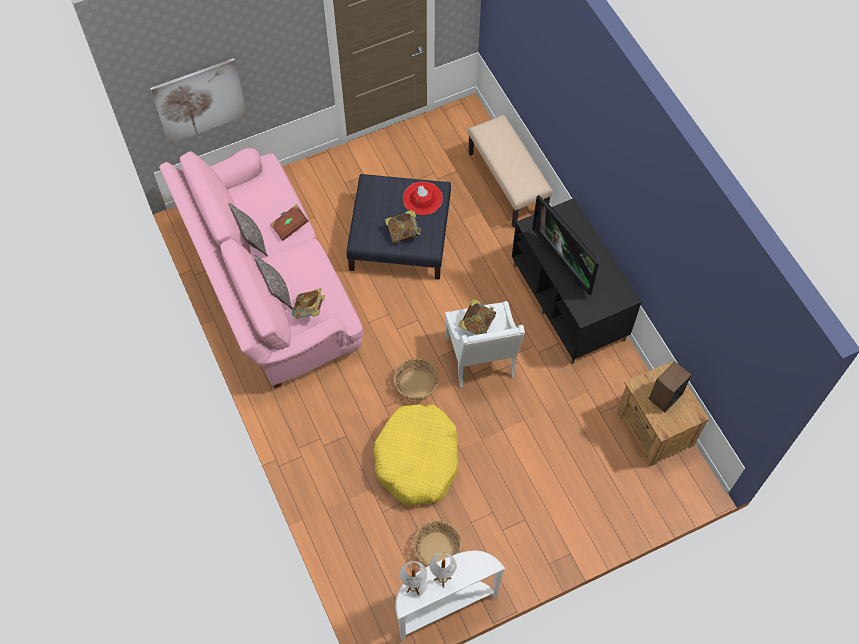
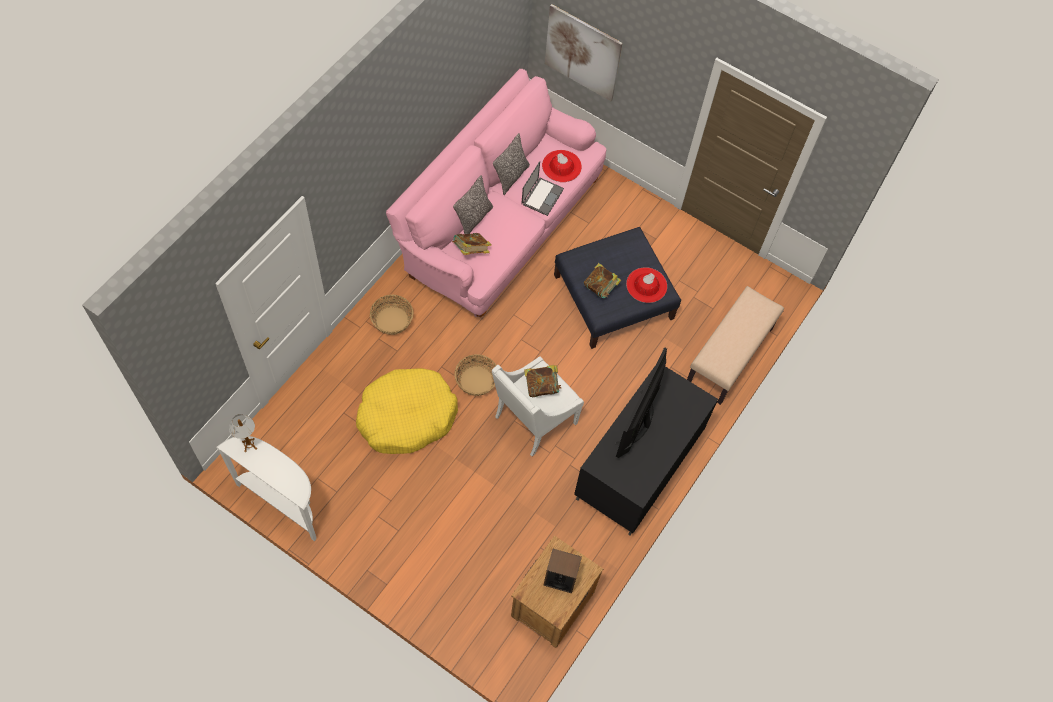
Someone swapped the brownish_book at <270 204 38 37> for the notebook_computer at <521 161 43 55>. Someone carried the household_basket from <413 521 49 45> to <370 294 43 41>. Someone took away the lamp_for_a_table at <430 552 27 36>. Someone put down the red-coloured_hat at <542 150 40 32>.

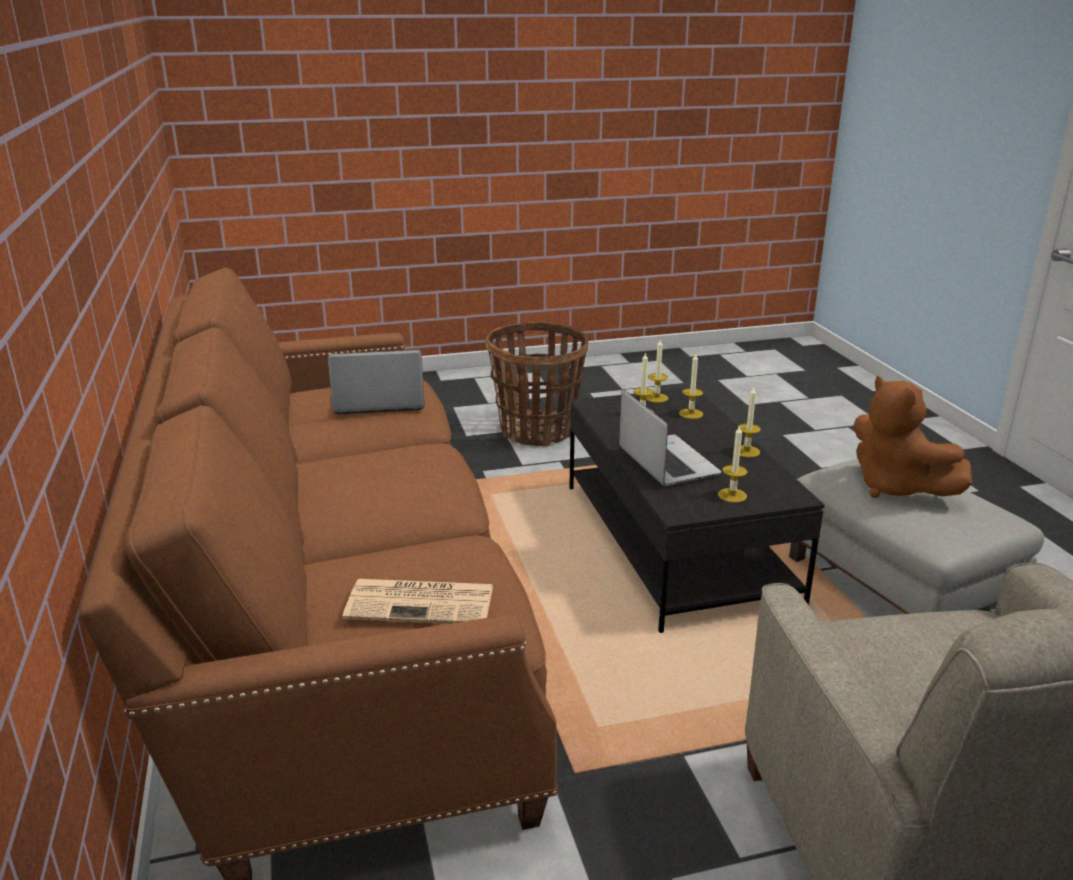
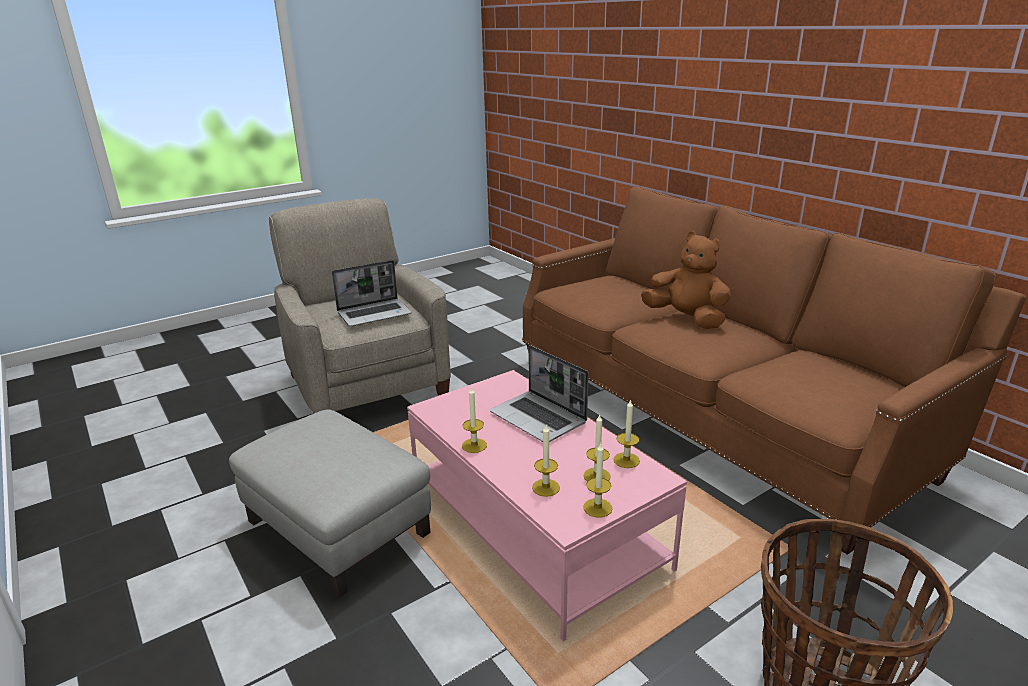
Someone carried the notebook_computer from <327 350 98 64> to <332 260 80 66>. Someone took away the daily_paper at <342 579 151 45>. Someone repainted the black_lounge_table at <569 388 256 245>, which became the pink-coloured_lounge_table at <407 370 280 271>. Someone carried the wax_light from <718 425 30 78> to <613 399 27 69>. Someone carried the brownish_soft_toy from <854 376 118 122> to <641 232 90 97>.

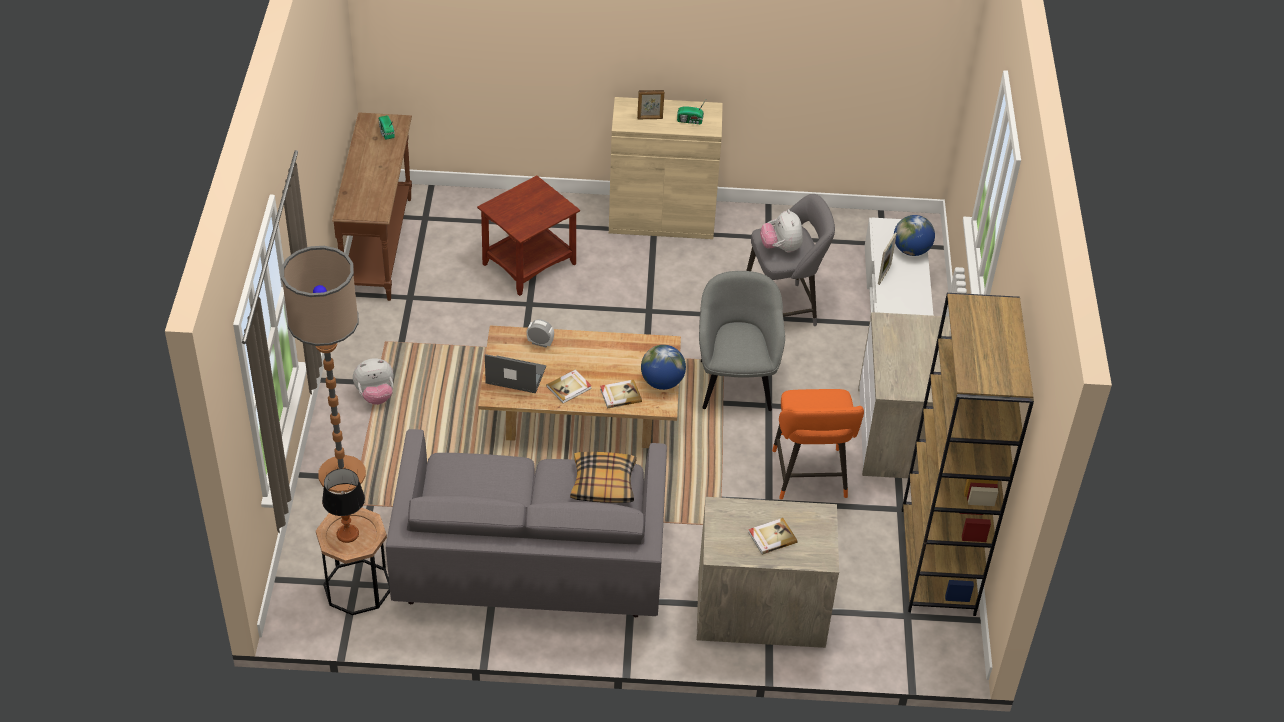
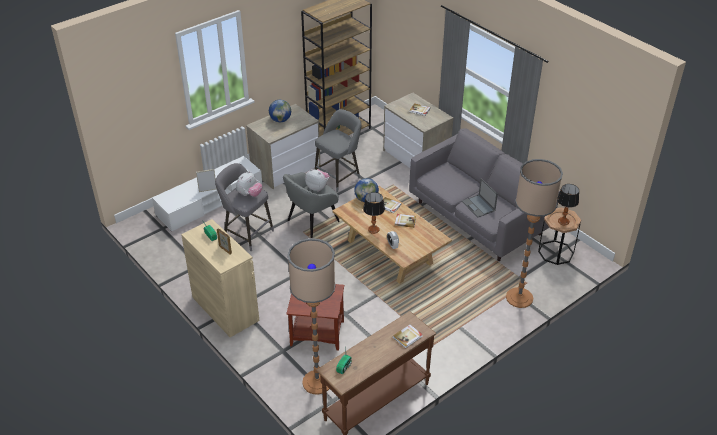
Someone carried the soft_toy from <353 358 40 47> to <305 169 24 23>. Someone carried the notebook_computer from <485 354 61 39> to <462 178 36 39>. Someone took away the cushion at <570 452 67 51>. Someone repainted the orange-coloured_stool at <772 389 92 111>, which became the grey_stool at <315 109 47 83>. Someone carried the desk_globe from <894 215 41 41> to <269 100 22 22>. Someone put down the standing_lamp at <287 238 49 157>. Someone put down the lamp_for_a_table at <363 192 22 42>. Someone put down the book at <392 324 31 24>.

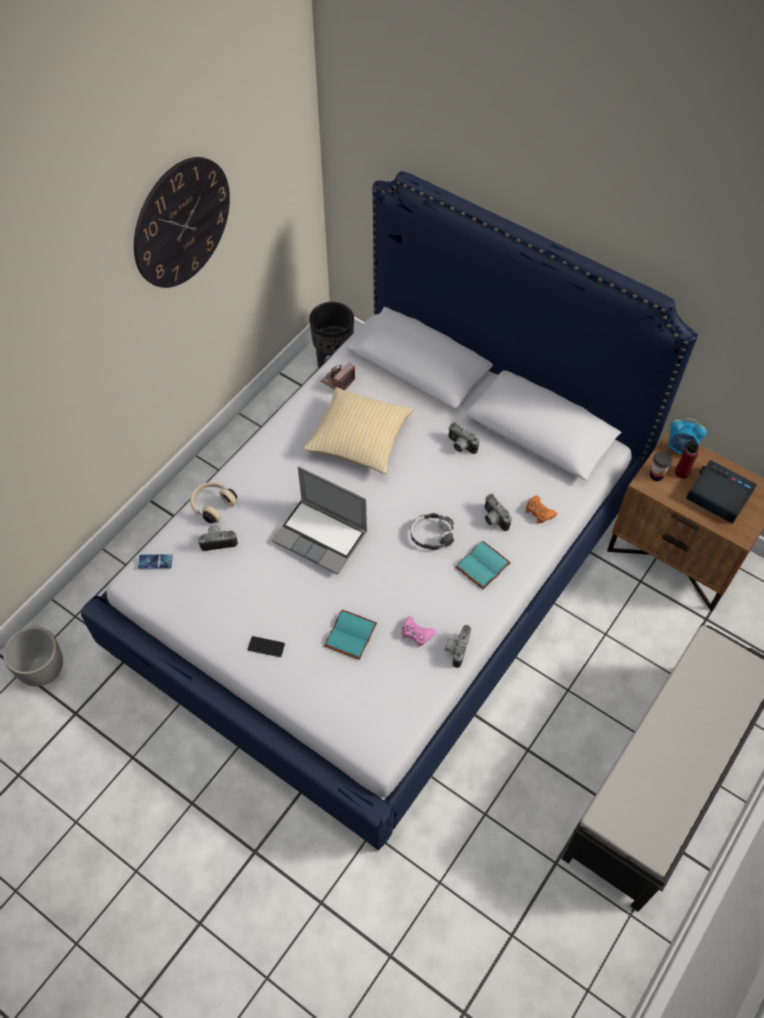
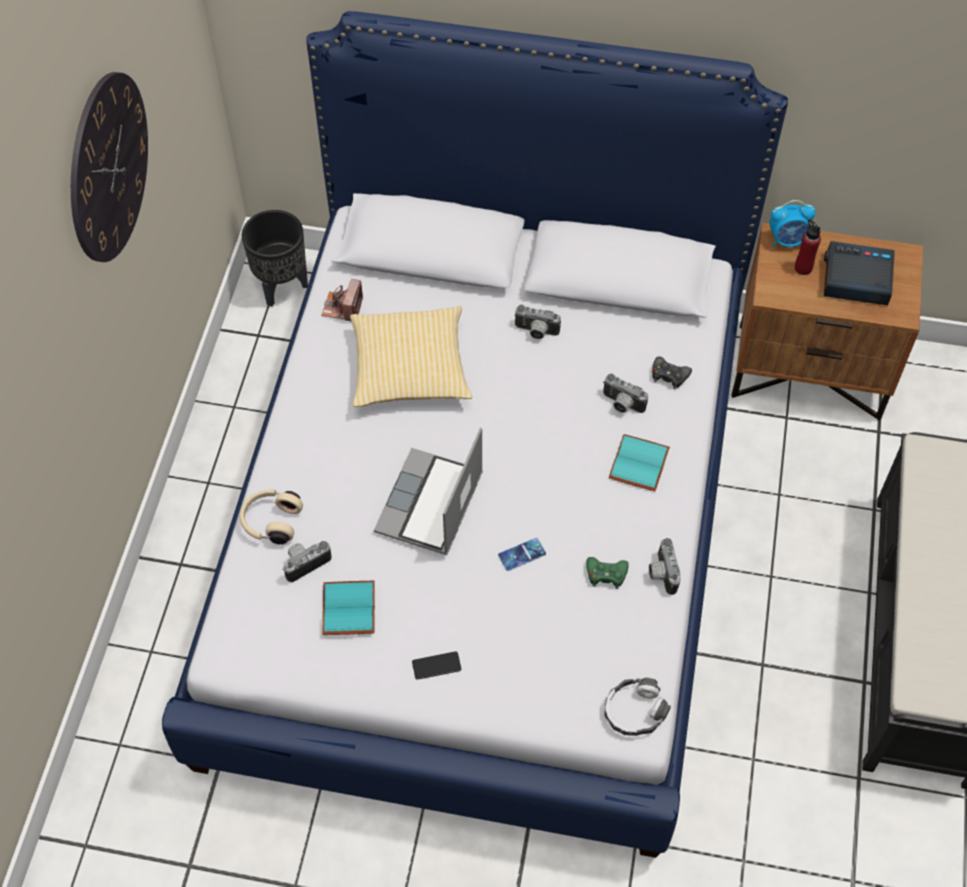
Someone took away the flower_pot at <3 626 60 60>. Someone carried the telephone from <138 554 35 15> to <498 538 48 33>. Someone rotated the notebook_computer at <272 466 96 109> by 105 degrees clockwise. Someone carried the turquoise_book from <324 610 53 50> to <322 581 53 54>. Someone repainted the pink-coloured_gamepad at <402 616 34 31>, which became the green_gamepad at <586 557 43 32>. Someone carried the pair_of_headphones from <410 513 44 37> to <604 677 67 59>. Someone repainted the orange-coloured_gamepad at <526 495 31 29>, which became the black_gamepad at <652 356 40 33>. Someone took away the drinking_cup at <650 452 22 29>.

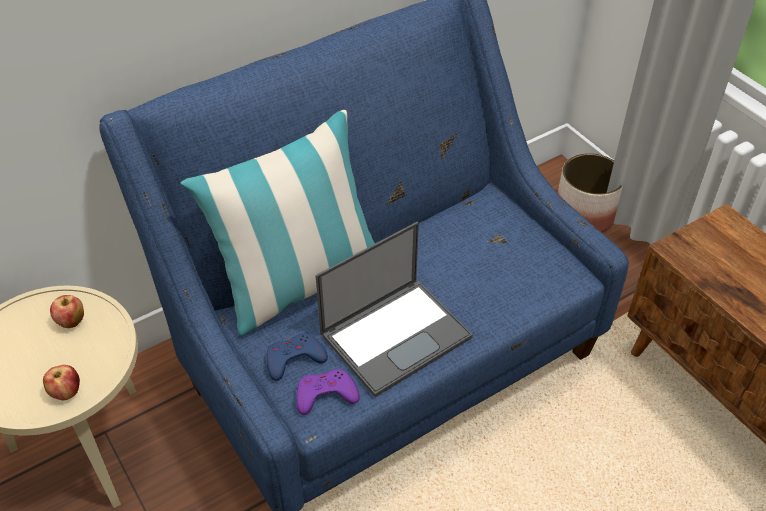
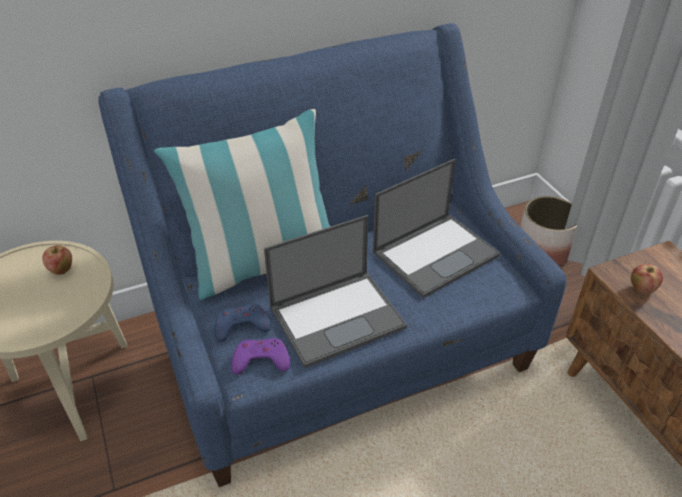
Someone carried the apple from <43 365 37 36> to <631 264 32 30>. Someone put down the notebook_computer at <373 159 127 139>.

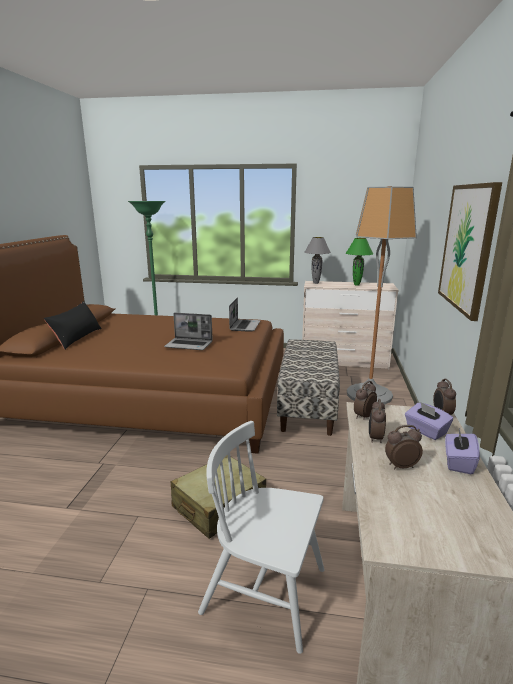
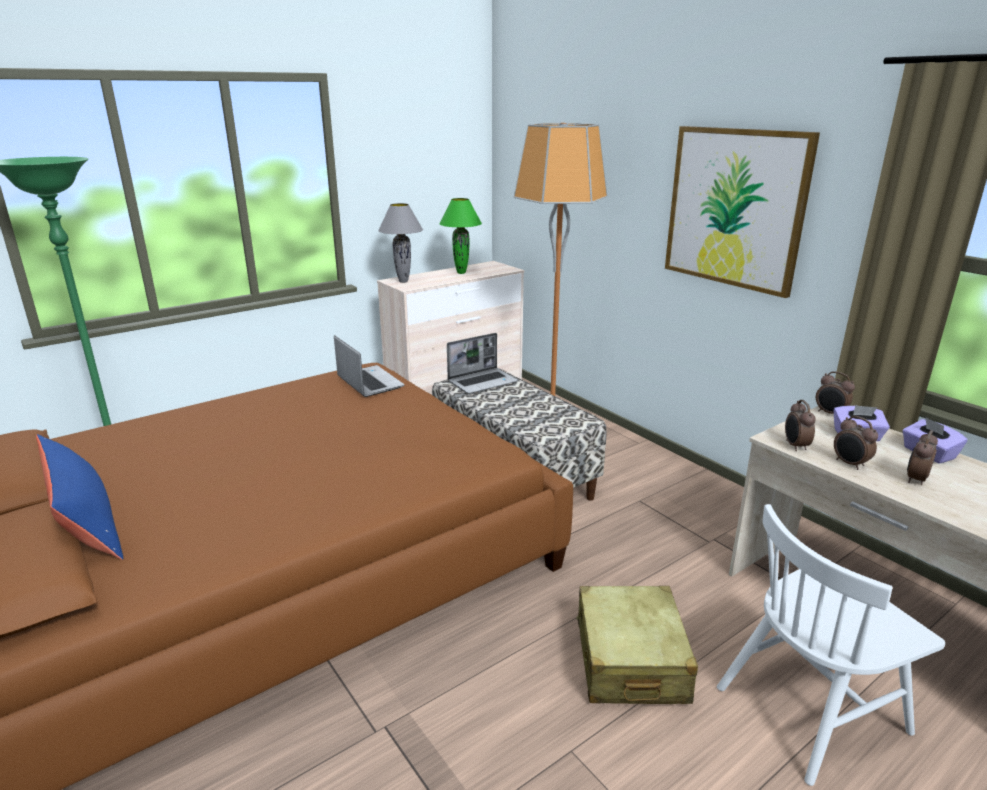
Someone repainted the black_cushion at <44 301 58 49>, which became the blue_cushion at <36 434 87 126>. Someone carried the notebook_computer from <164 313 49 37> to <447 333 71 61>.

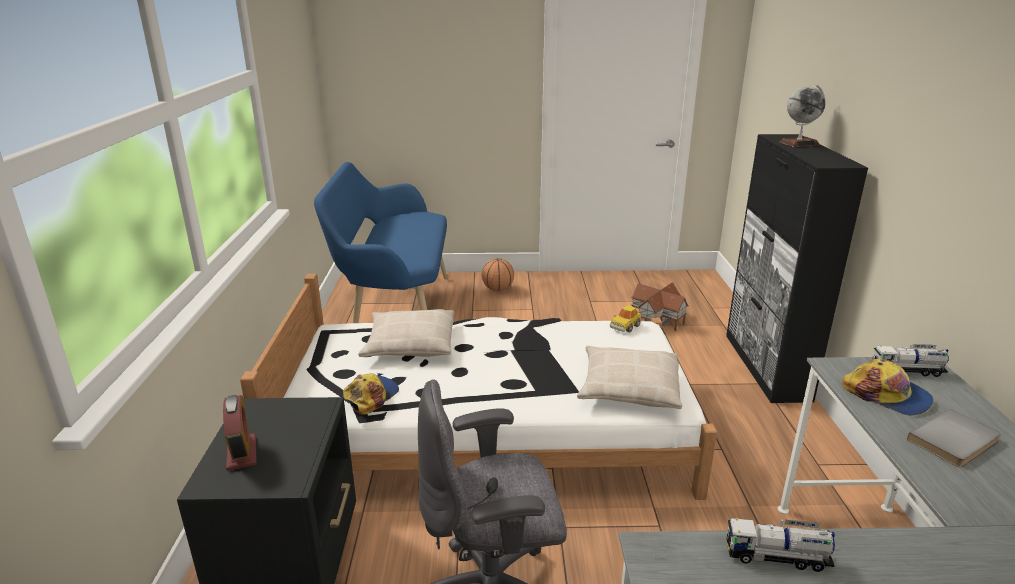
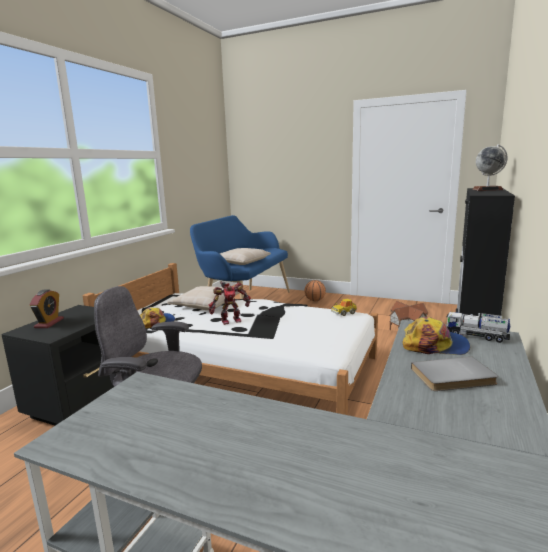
Someone carried the sand-coloured_cushion from <577 346 105 63> to <220 248 51 17>. Someone took away the model_truck at <727 518 108 54>. Someone rotated the peaked_cap at <843 359 91 56> by 60 degrees counterclockwise. Someone put down the robot_figure at <209 281 42 44>.

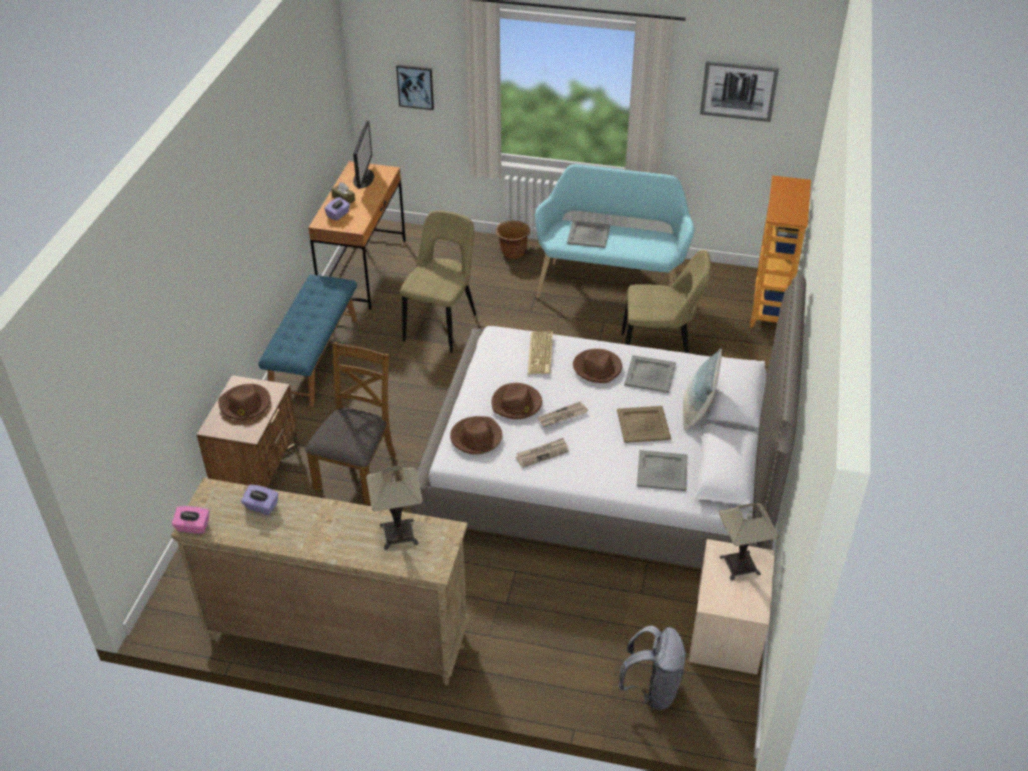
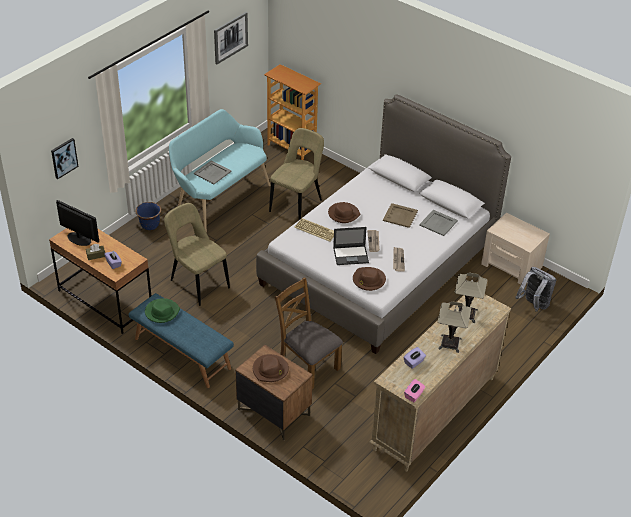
Someone swapped the brownish_hat at <492 383 50 36> for the notebook_computer at <333 227 36 38>. Someone repainted the brownish_flower_pot at <495 221 35 38>, which became the blue_flower_pot at <135 202 26 28>. Someone took away the grey_tray at <624 355 52 38>. Someone took away the cushion at <683 348 39 83>. Someone carried the lamp_for_a_table from <719 503 60 78> to <438 301 33 52>. Someone put down the green_hat at <145 298 35 25>.

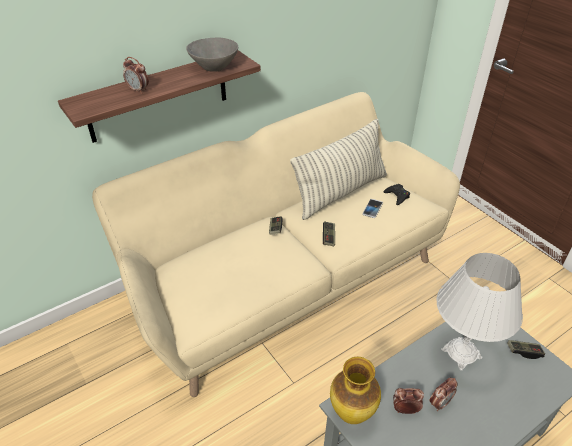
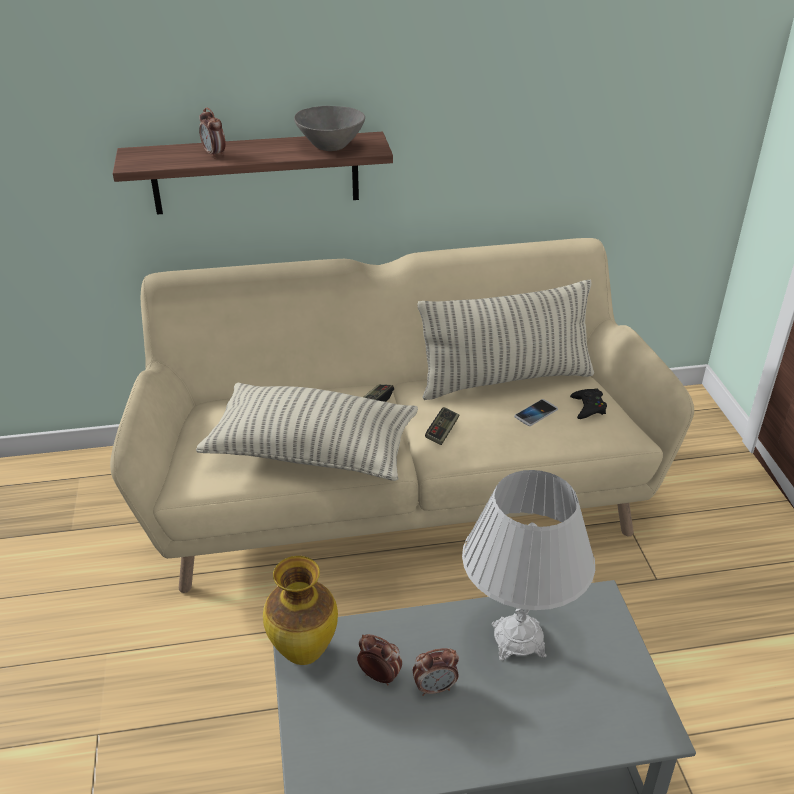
Someone took away the gamepad at <507 340 38 19>. Someone put down the cushion at <196 383 222 98>.

